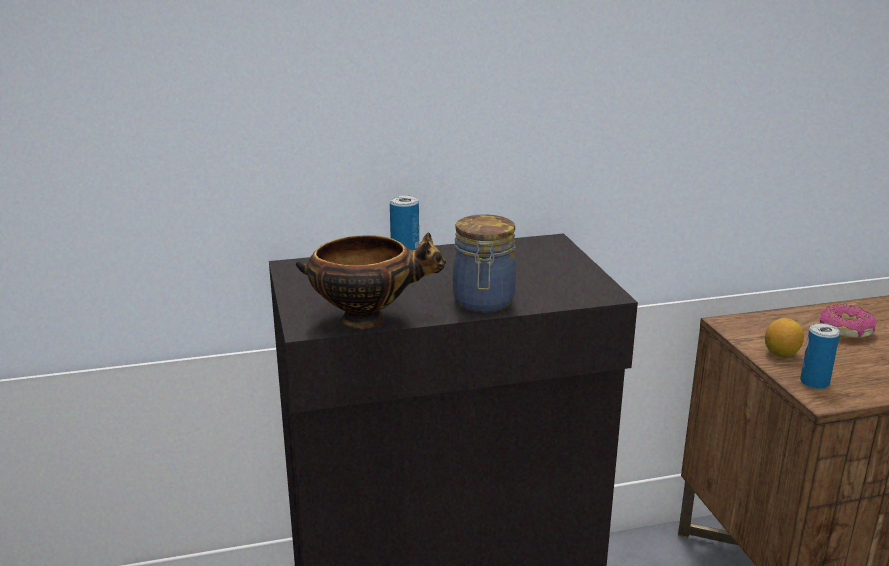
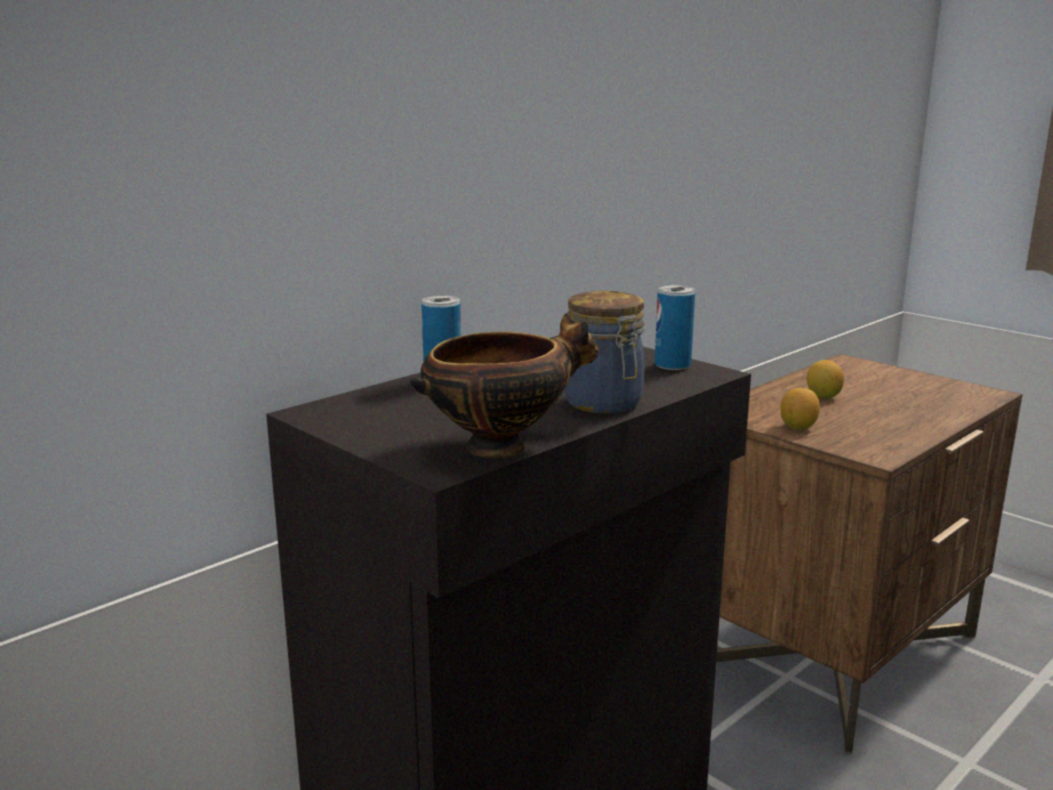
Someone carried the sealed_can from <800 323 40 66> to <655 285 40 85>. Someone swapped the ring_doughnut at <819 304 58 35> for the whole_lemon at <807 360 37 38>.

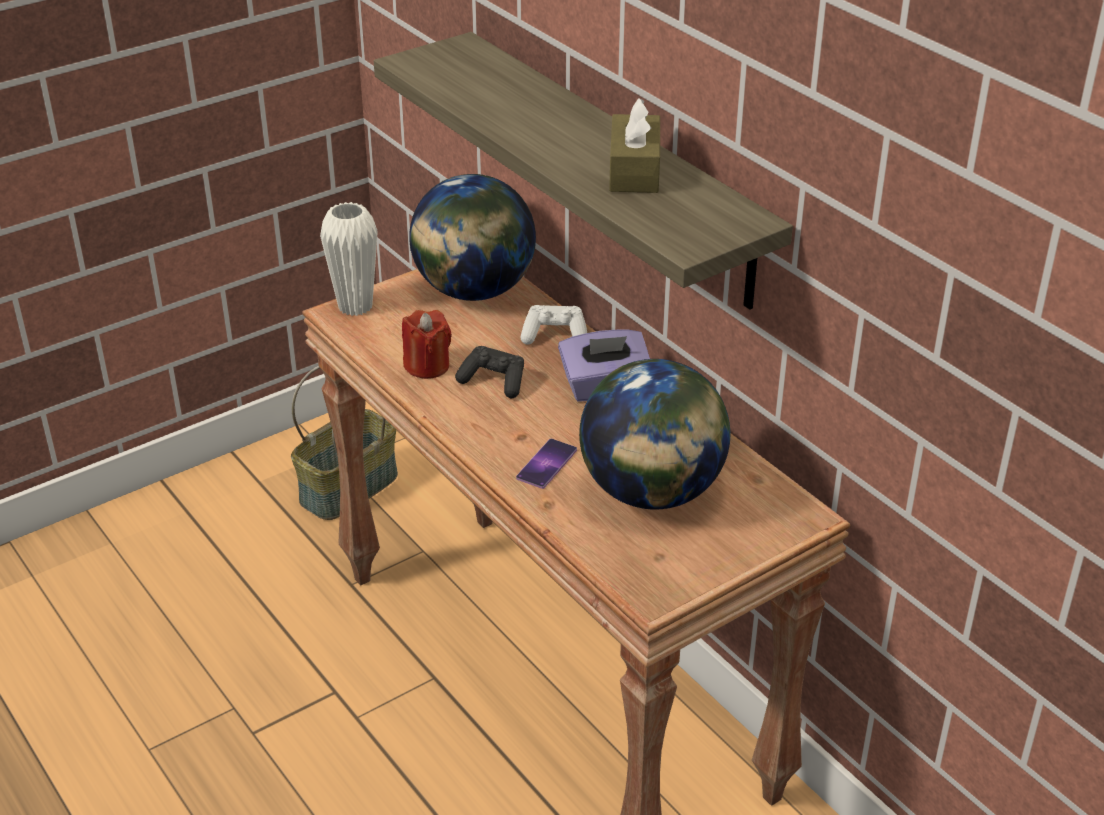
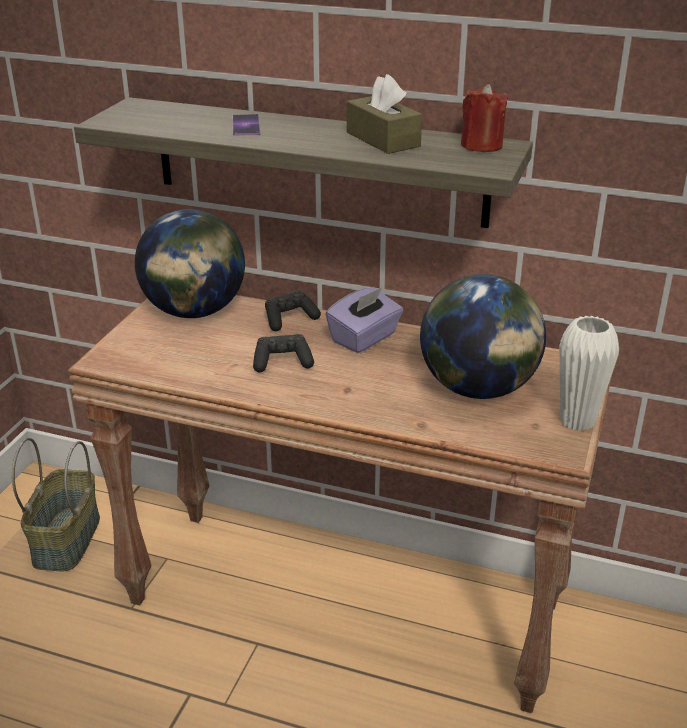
Someone carried the white-coloured_decorative_vase from <320 202 58 114> to <559 316 60 115>. Someone carried the red-coloured_wax_light from <402 310 50 69> to <461 84 47 68>. Someone carried the telephone from <516 439 61 50> to <233 114 28 22>. Someone repainted the white-coloured_gamepad at <520 305 67 40>, which became the black_gamepad at <265 291 56 40>.

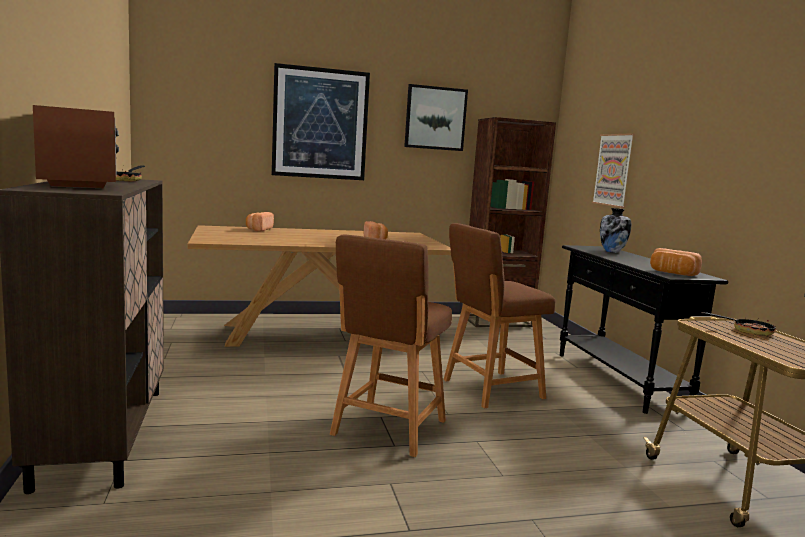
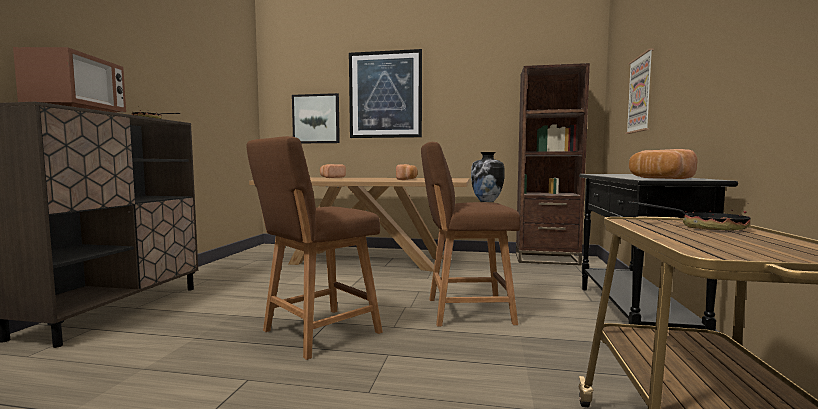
Someone carried the wall_art from <404 84 64 67> to <292 93 48 50>. Someone carried the decorative_vase from <600 208 31 45> to <471 152 34 50>.

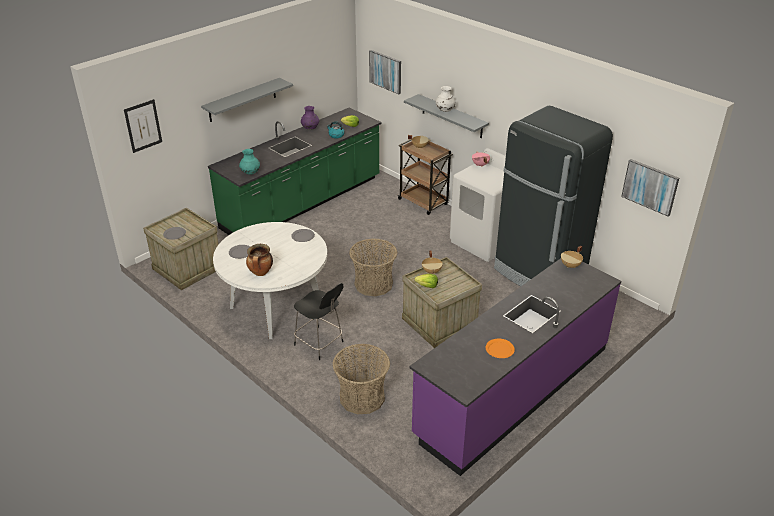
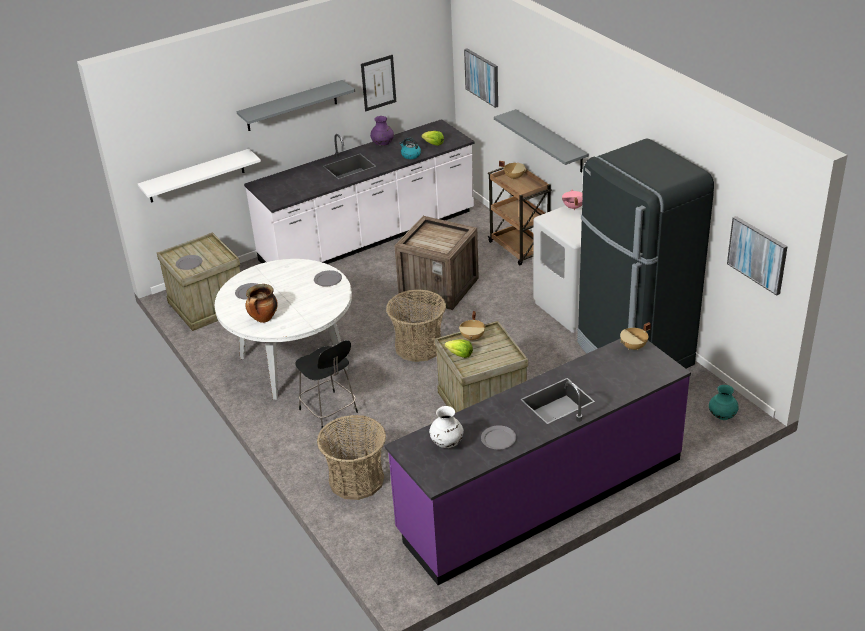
Someone carried the wall_art from <124 99 38 54> to <361 55 35 57>. Someone repainted the green_kitchen_counter at <208 108 174 127>, which became the white-coloured_kitchen_counter at <244 119 230 145>. Someone carried the turquoise_decorative_vase from <239 149 21 26> to <709 385 30 35>. Someone carried the white-coloured_decorative_vase from <436 86 20 26> to <429 406 35 42>. Someone repainted the orange-coloured_dinner_plate at <486 339 29 19>, which became the grey_dinner_plate at <481 425 35 24>. Someone put up the white-coloured_wall_shelf at <138 149 123 54>. Someone put down the packing_crate at <395 216 84 94>.

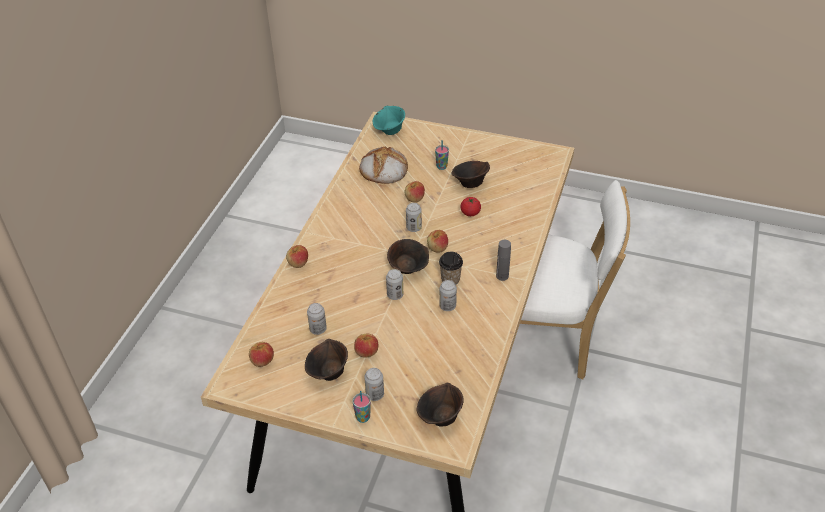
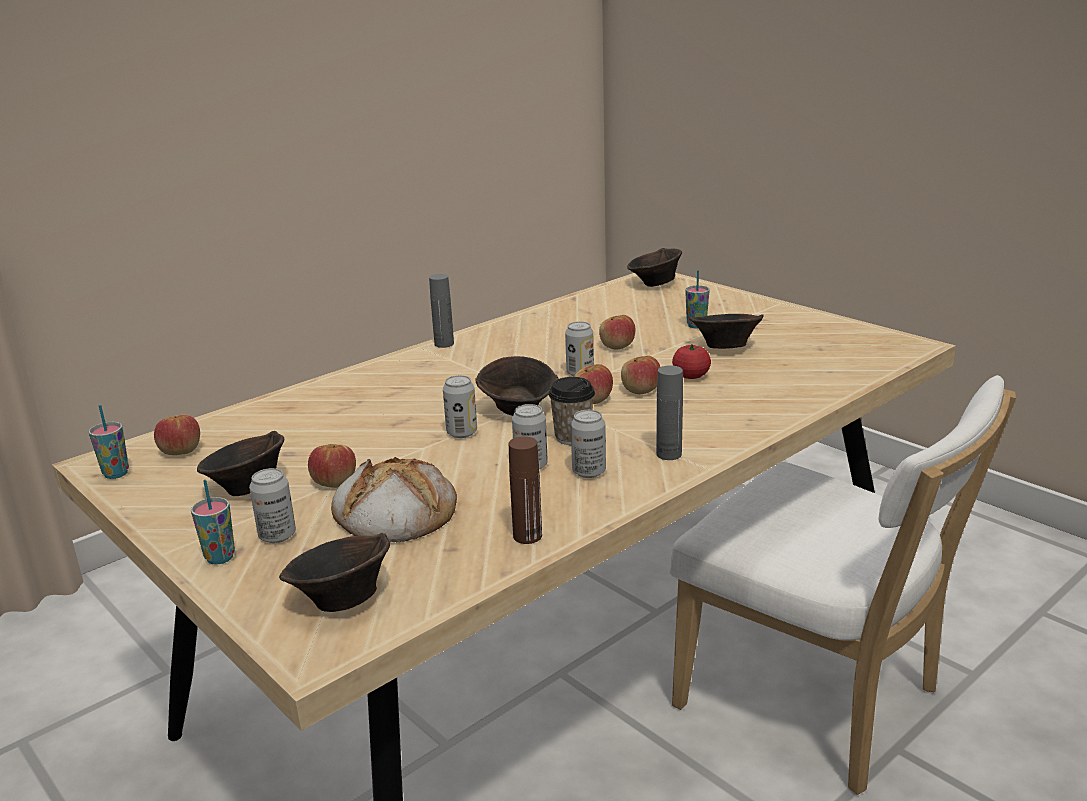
Someone carried the apple from <286 245 22 23> to <621 356 39 38>. Someone carried the sealed_can from <307 303 20 32> to <571 410 35 68>. Someone carried the bakery_bread from <359 147 49 37> to <331 457 126 86>. Someone repainted the turquoise_serving_bowl at <373 106 32 29>, which became the brownish_serving_bowl at <627 248 55 39>. Someone put down the drinking_cup at <89 405 40 74>. Someone put down the grey_beverage_bottle at <429 274 25 74>. Someone put down the brownish_beverage_bottle at <509 436 33 108>.

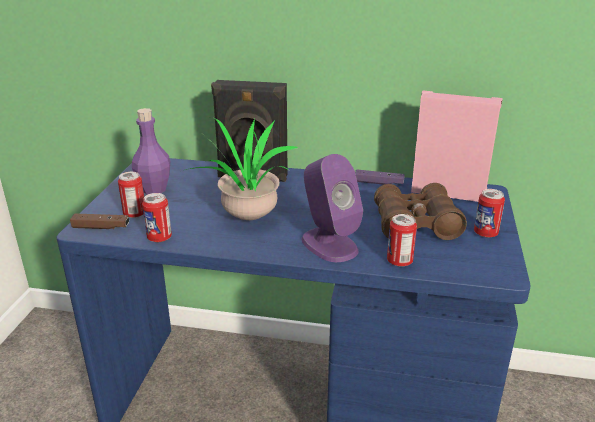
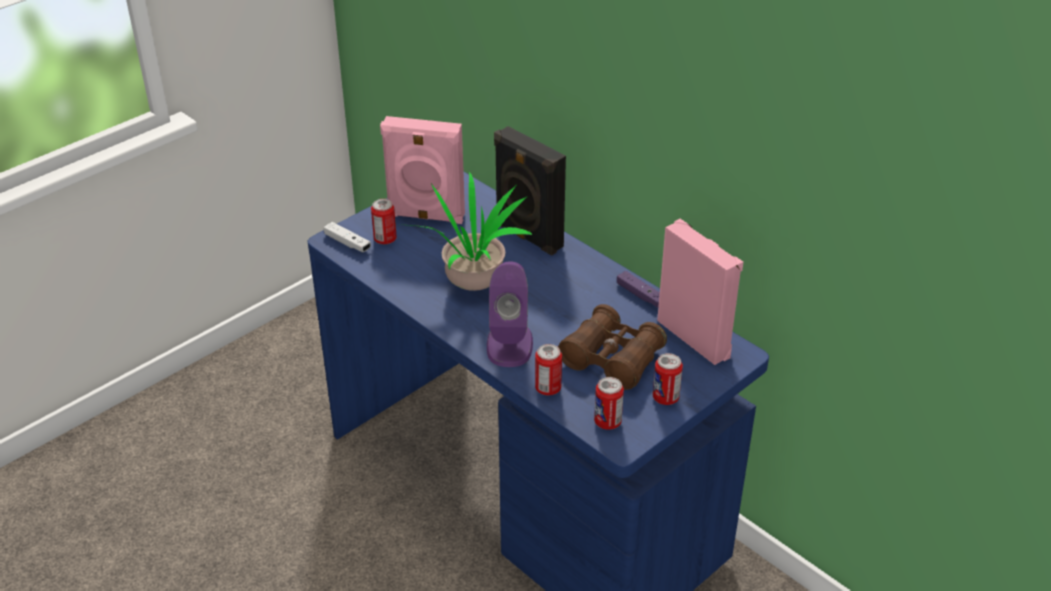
Someone repainted the brownish_gamepad at <70 214 59 15>, which became the white-coloured_gamepad at <323 222 48 30>. Someone swapped the purple_beverage_bottle at <132 108 38 86> for the pink-coloured_loudspeaker at <380 116 85 108>. Someone carried the sealed_can from <142 193 30 49> to <594 377 30 53>.

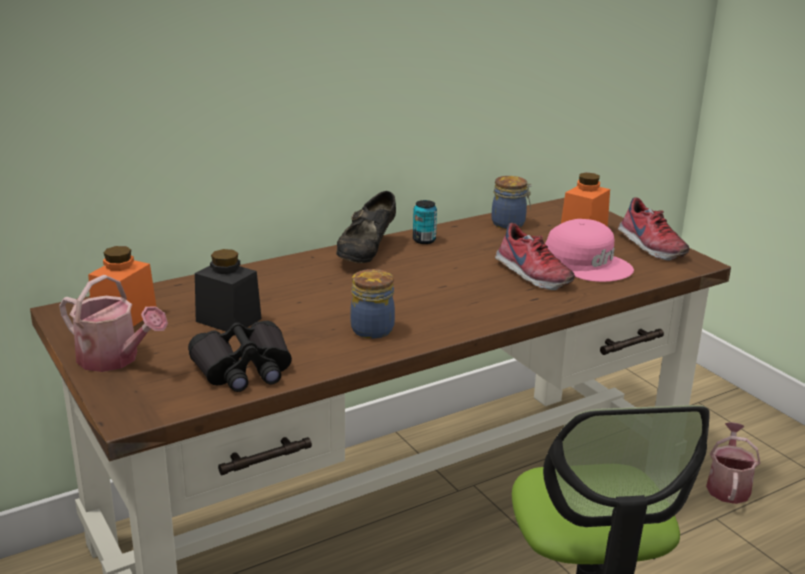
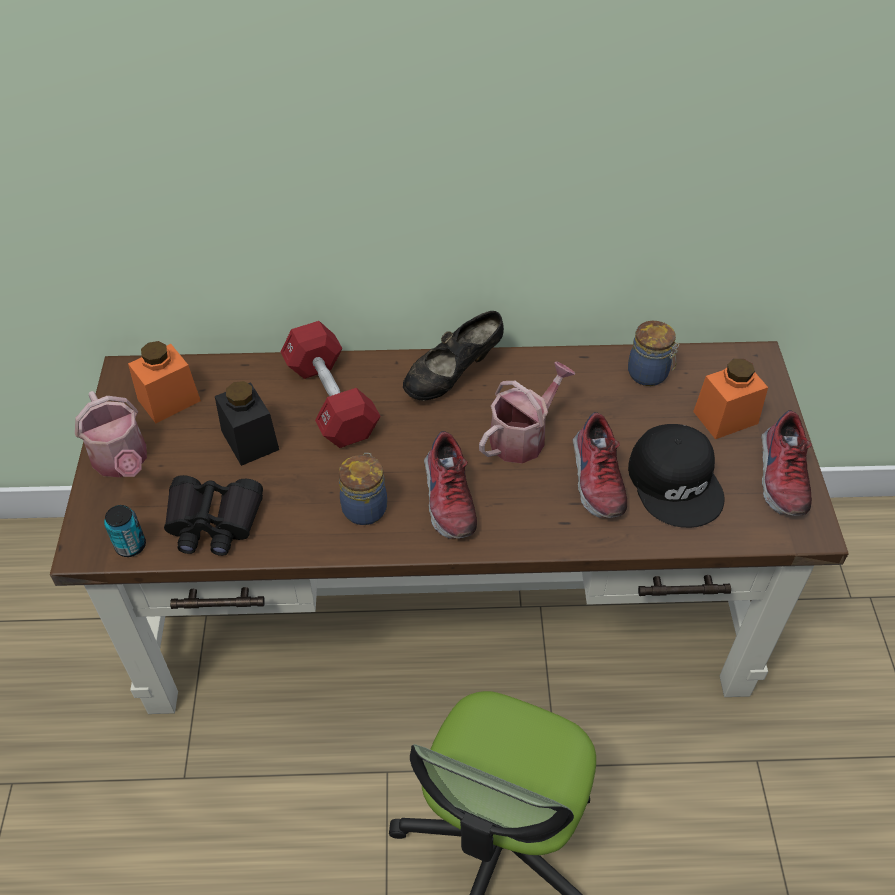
Someone carried the sealed_can from <413 200 24 44> to <104 505 42 52>. Someone repainted the pink-coloured_peaked_cap at <545 219 89 63>, which became the black_peaked_cap at <628 424 97 104>. Someone carried the watering_pot from <706 422 54 82> to <479 361 97 102>. Someone put down the red-coloured_free_weight at <281 321 100 127>. Someone put down the shoe at <424 431 53 108>.

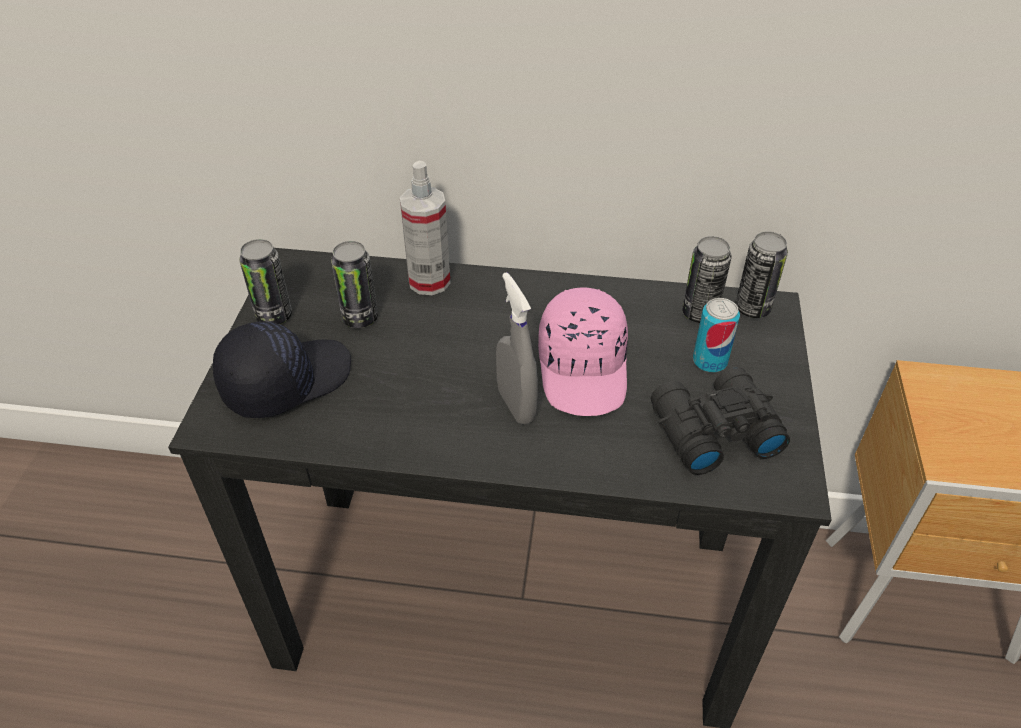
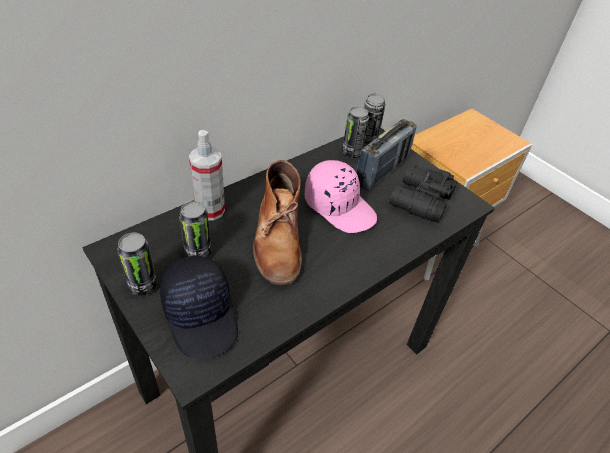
Someone rotated the black_peaked_cap at <213 321 138 97> by 150 degrees clockwise. Someone took away the grey_hand_sprayer at <496 272 42 152>. Someone swapped the sealed_can at <693 298 47 75> for the radio at <357 119 60 72>. Someone put down the brownish_boot at <253 160 49 125>.

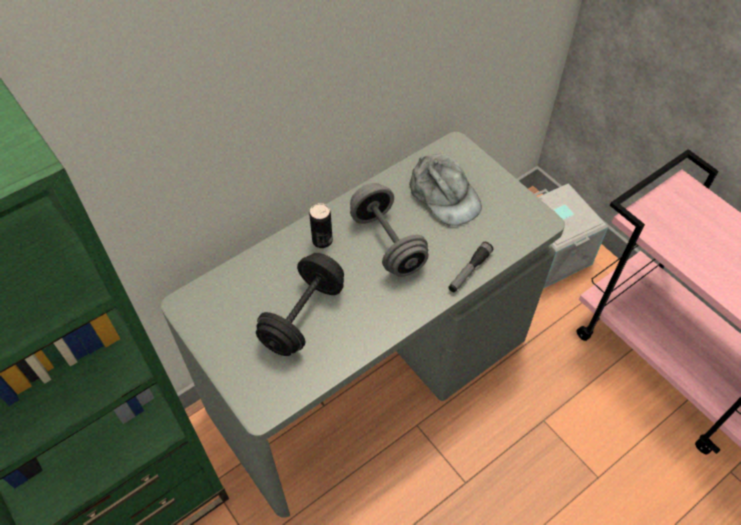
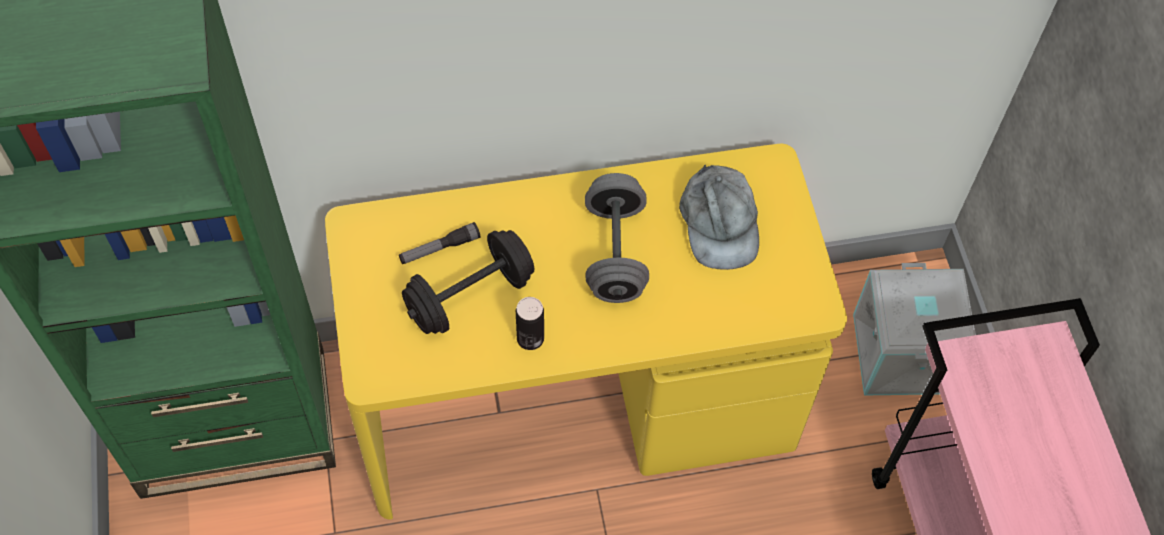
Someone repainted the grey_desk at <161 132 404 386>, which became the yellowish_desk at <325 143 522 377>. Someone carried the sealed_can from <309 203 24 45> to <516 297 28 53>. Someone carried the hand_torch from <448 242 45 50> to <399 222 82 42>.

